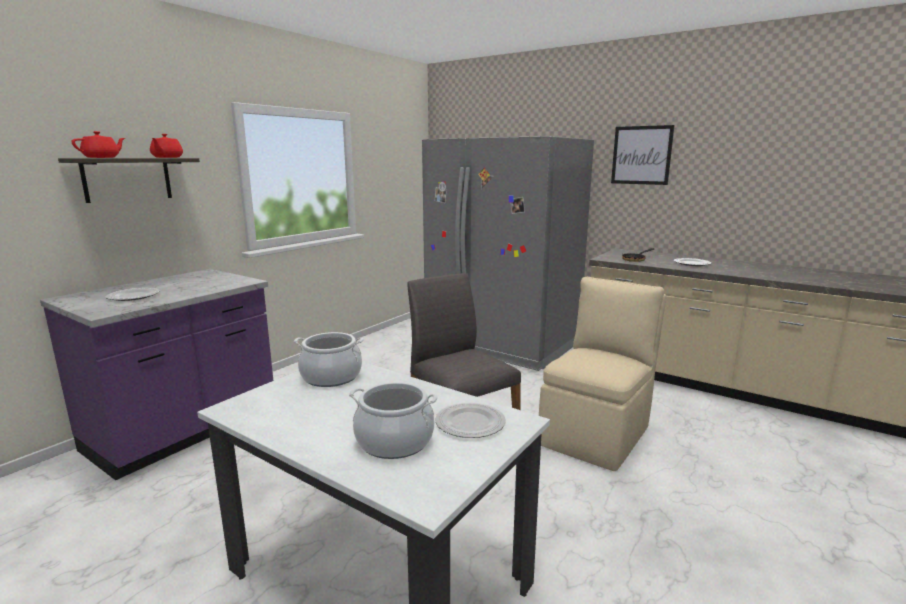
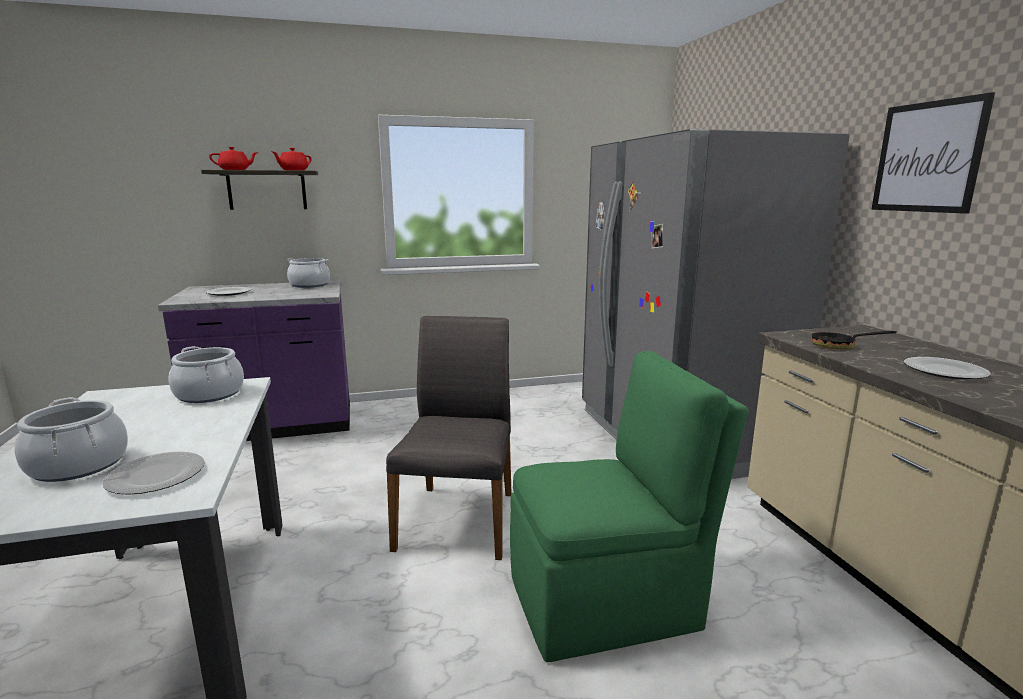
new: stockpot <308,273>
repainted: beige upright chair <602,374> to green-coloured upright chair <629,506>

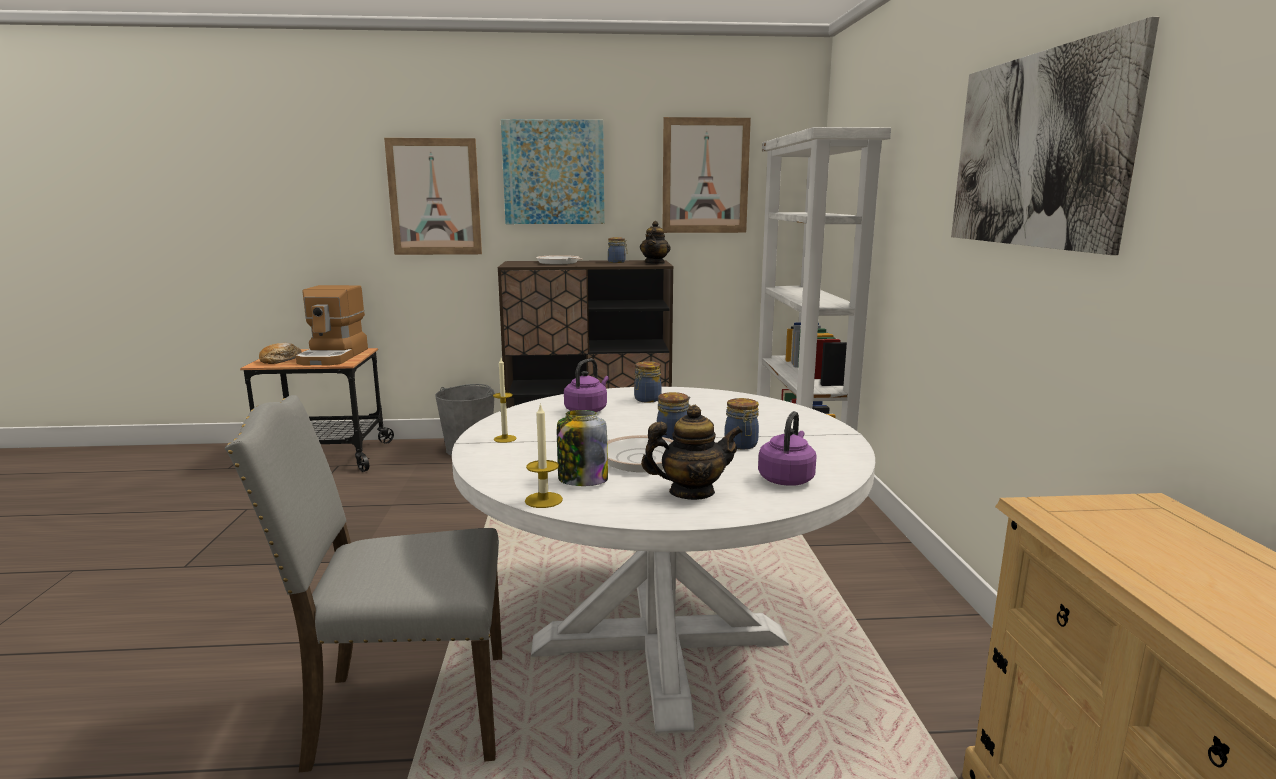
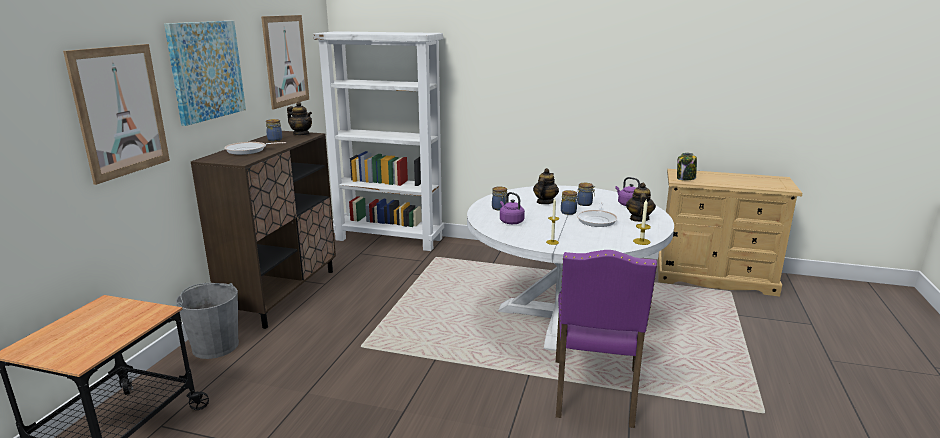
gone: wall picture <1055,136>; coffee brewer <332,325>; baked bread <280,353>
new: teapot <546,186>
shifted: storage jar <582,448> to <687,167>
repainted: gray upright chair <363,583> to purple-coloured upright chair <606,339>

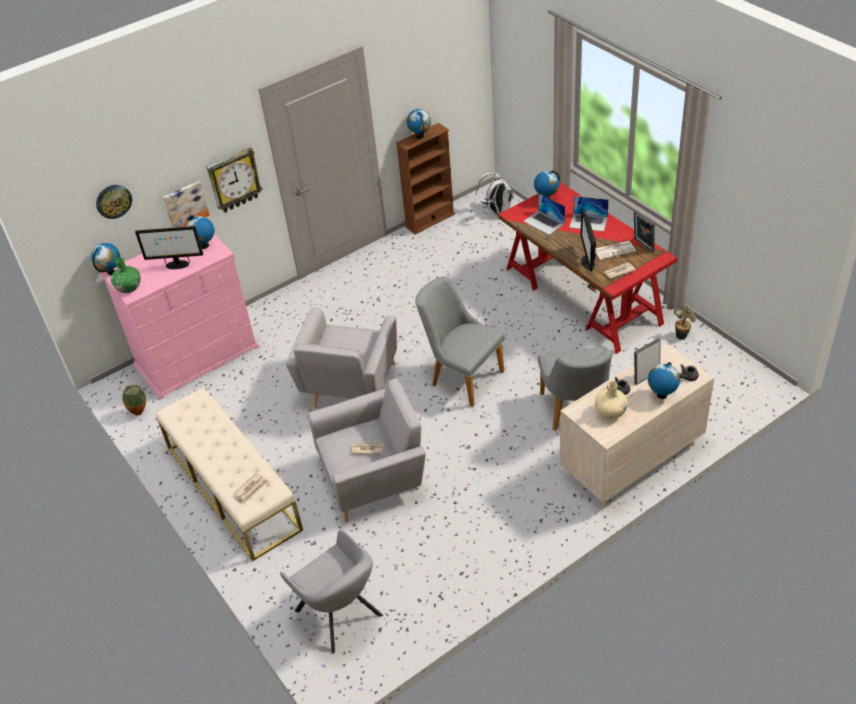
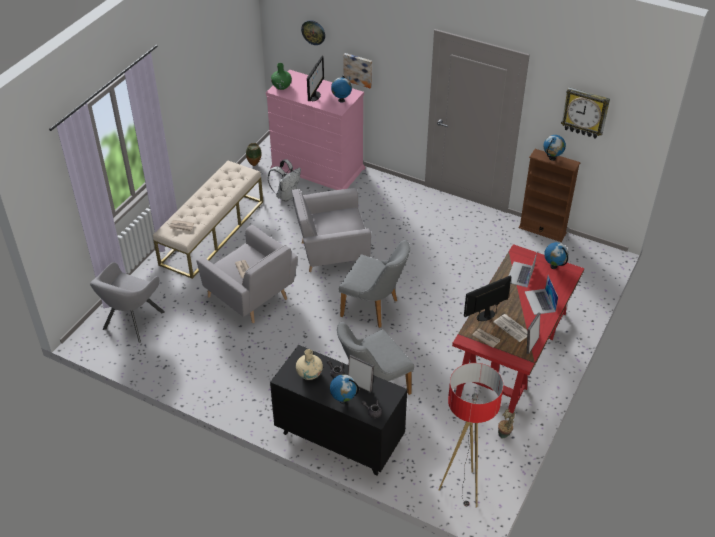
gone: desk globe <105,259>
new: floor lamp <471,435>
shifted: clock on the wall <234,180> to <585,113>; whitish backpack <495,194> to <284,180>
repainted: beige chest of drawers <637,425> to black-coloured chest of drawers <338,410>
rotated: monitor <169,247> = <315,78> 135 degrees counterclockwise; gray upright chair <460,341> = <374,284> 105 degrees clockwise

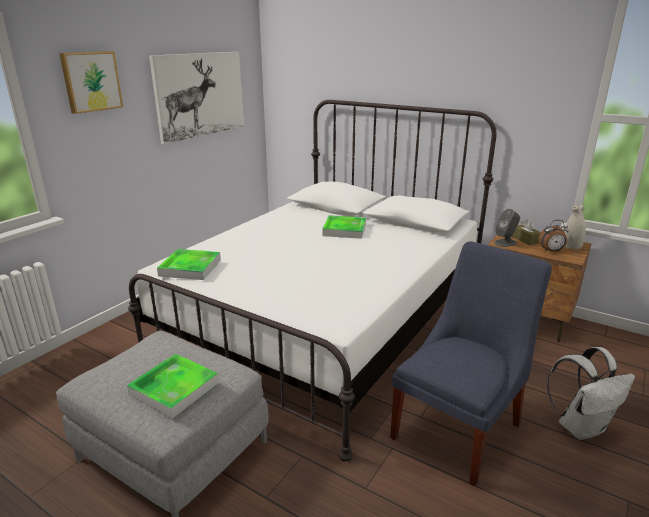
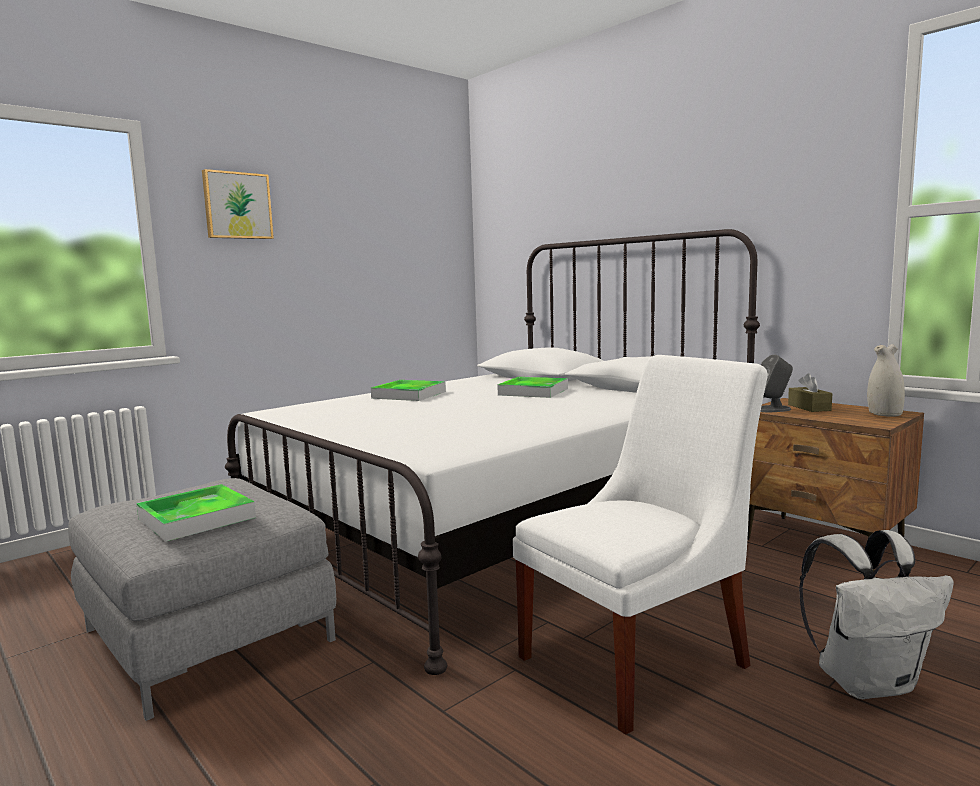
gone: wall picture <196,98>; alarm clock <554,236>
shifted: carrying tray <189,264> to <408,390>
repainted: bluish upright chair <471,364> to whitish upright chair <640,545>

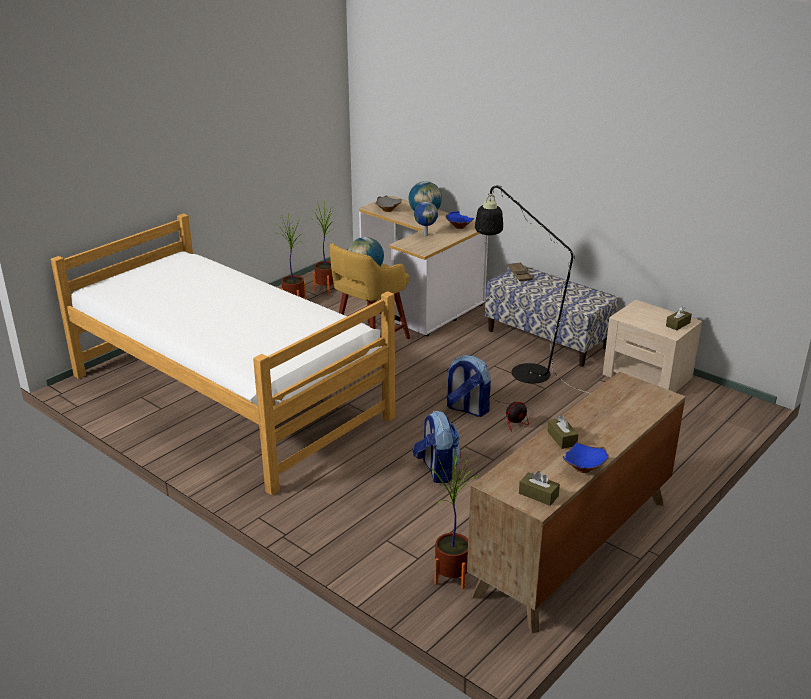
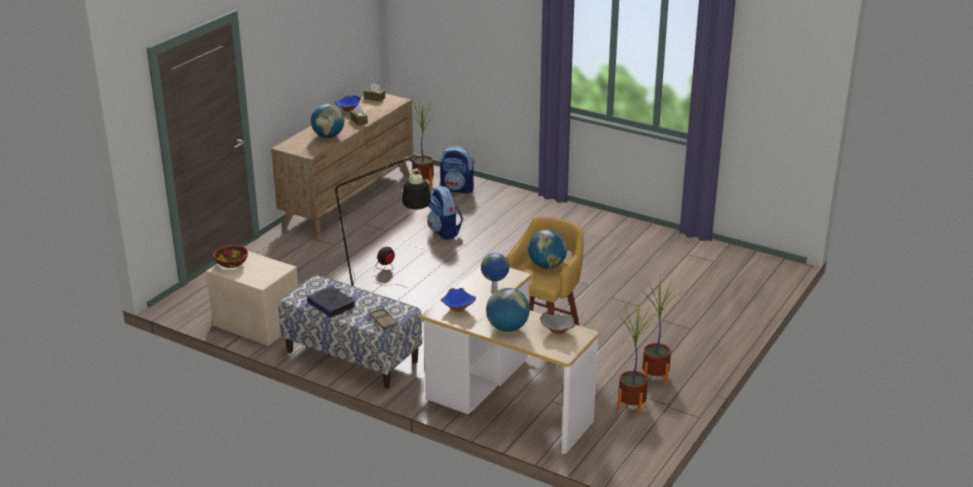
gone: bedroom bed <223,354>
new: desk globe <328,121>; book <331,302>
shifted: backpack <468,386> to <457,170>
swapped: brown box of tissues <679,318> to bowl <231,256>

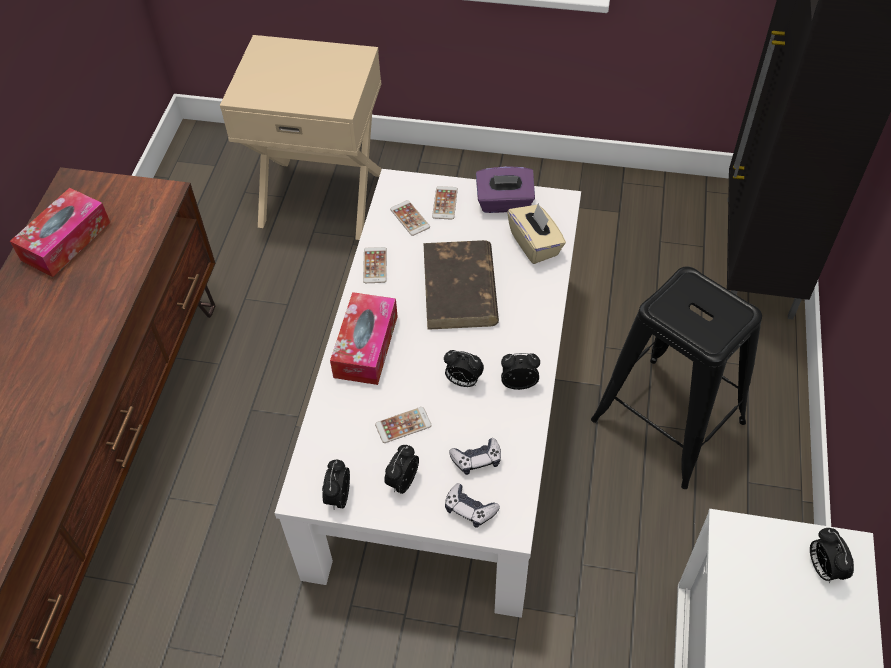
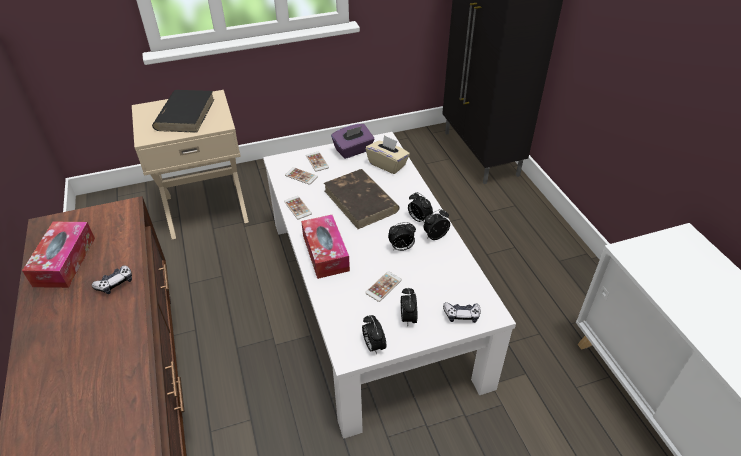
gone: black-coloured stool <676,377>
new: black-coloured book <183,111>
shifted: joypad <475,456> to <112,279>; alarm clock <832,556> to <420,207>

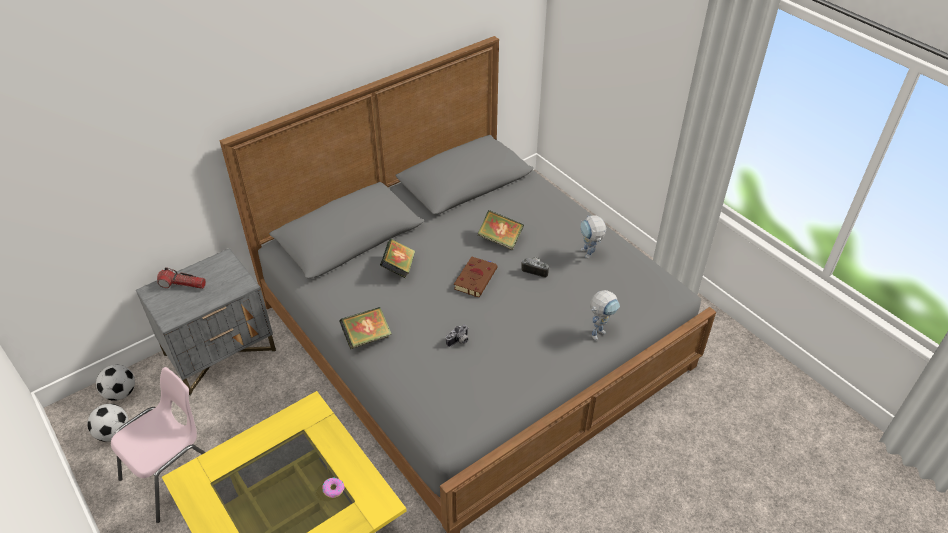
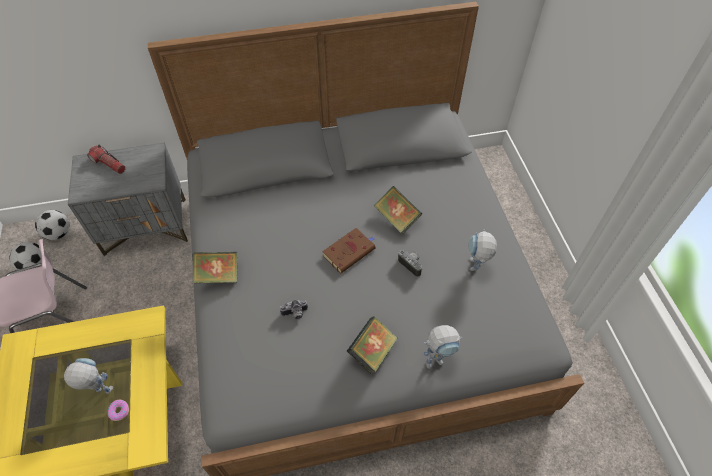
new: model robot <88,376>
shifted: book <397,258> to <372,345>

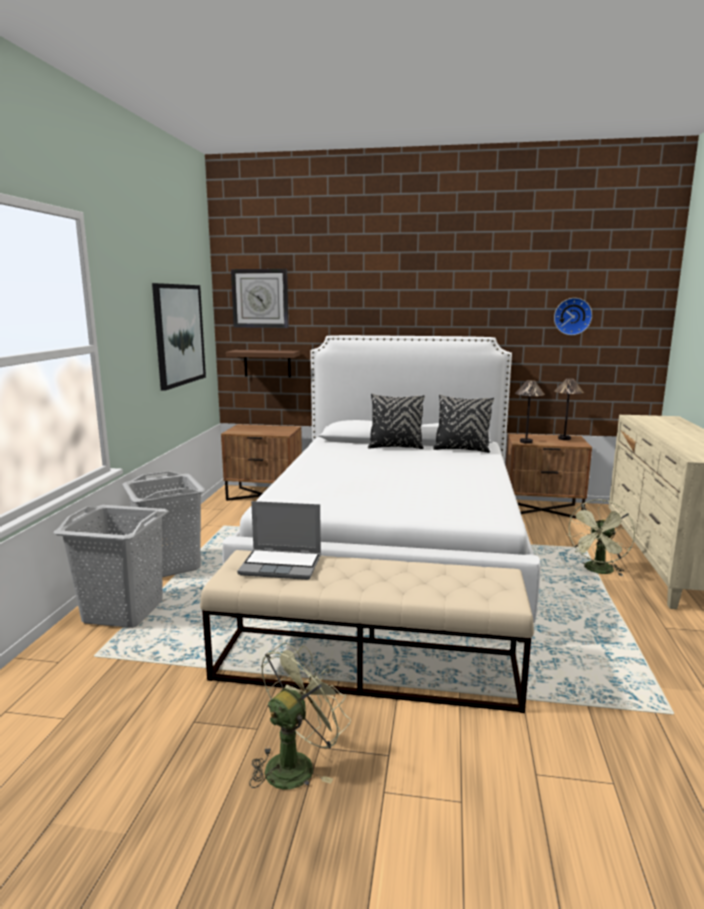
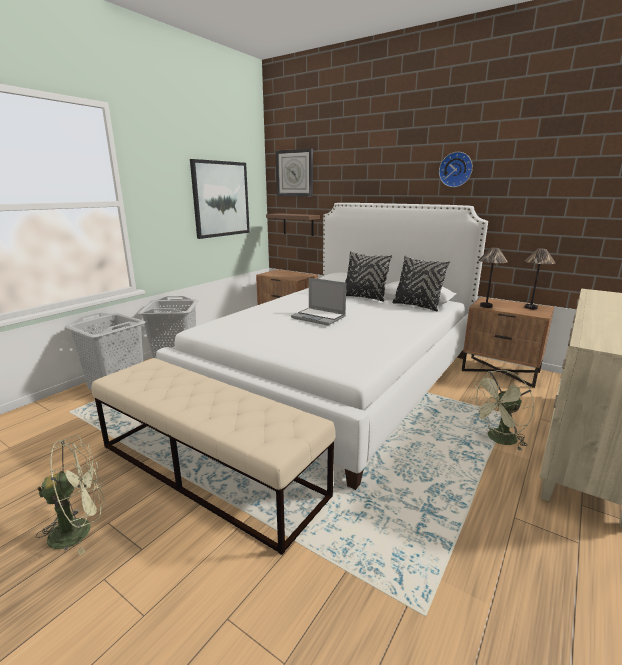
shifted: clock on the wall <573,316> to <456,169>; notebook computer <279,540> to <318,301>

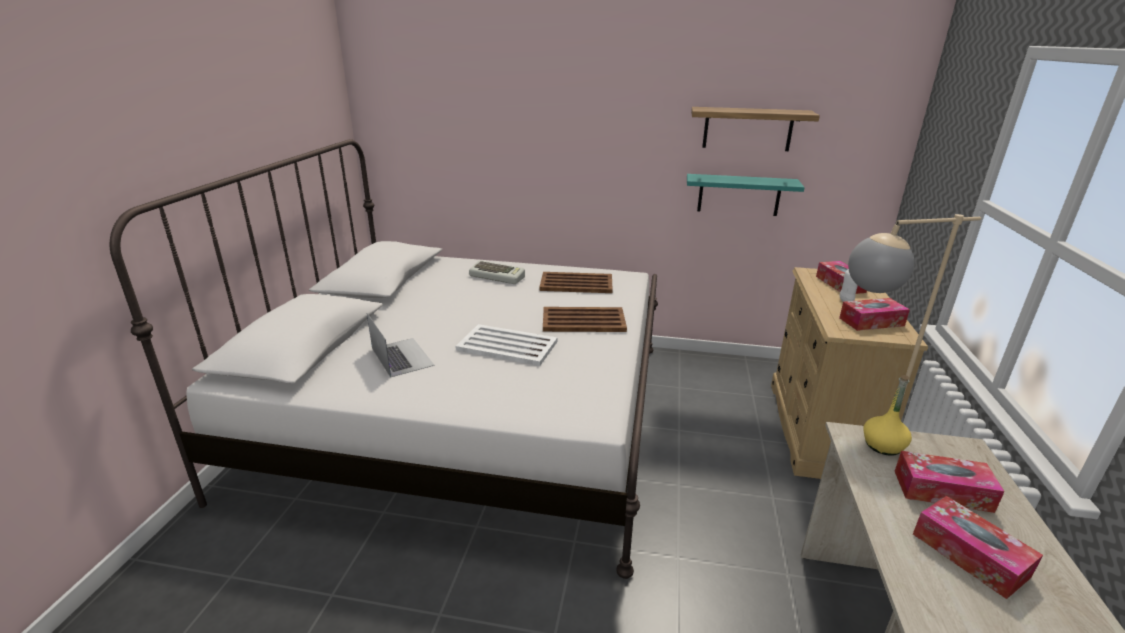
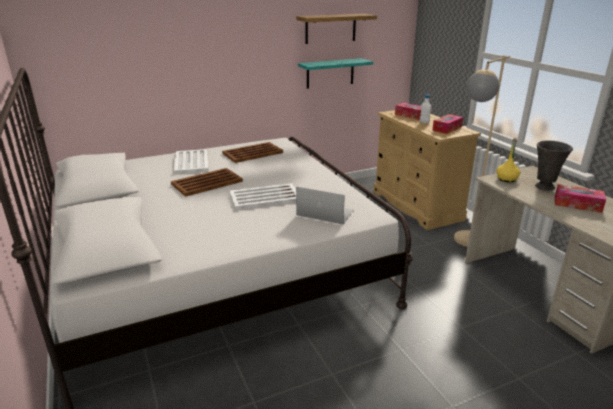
shifted: brown carrying tray <585,319> to <207,182>; notebook computer <401,345> to <325,205>
swapped: computer keyboard <497,272> to whitish carrying tray <191,161>; box of tissues <950,482> to gray decorative vase <554,165>

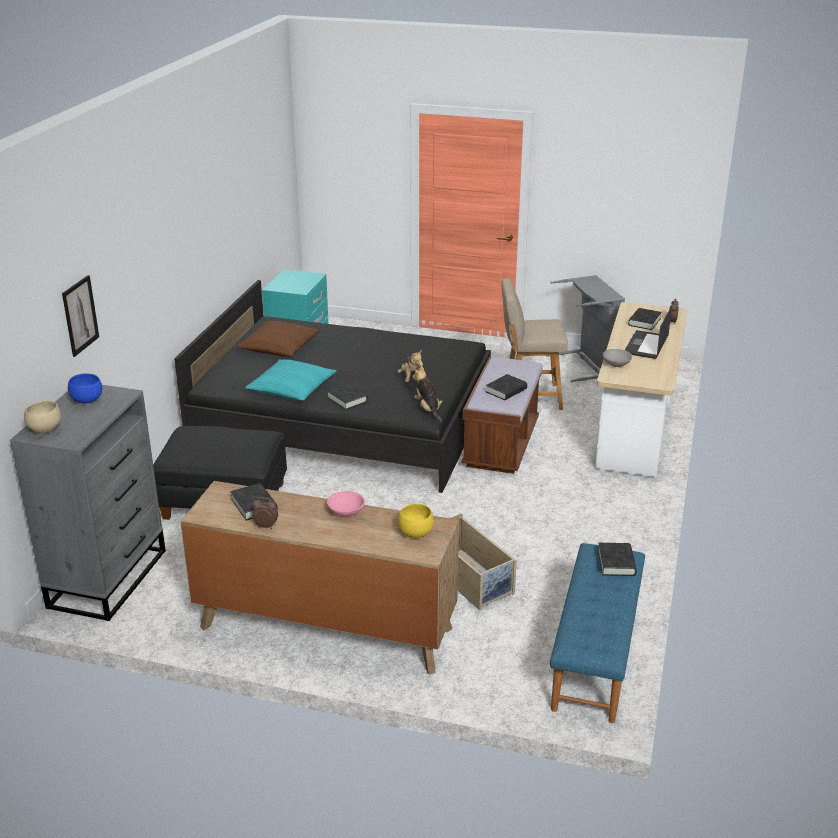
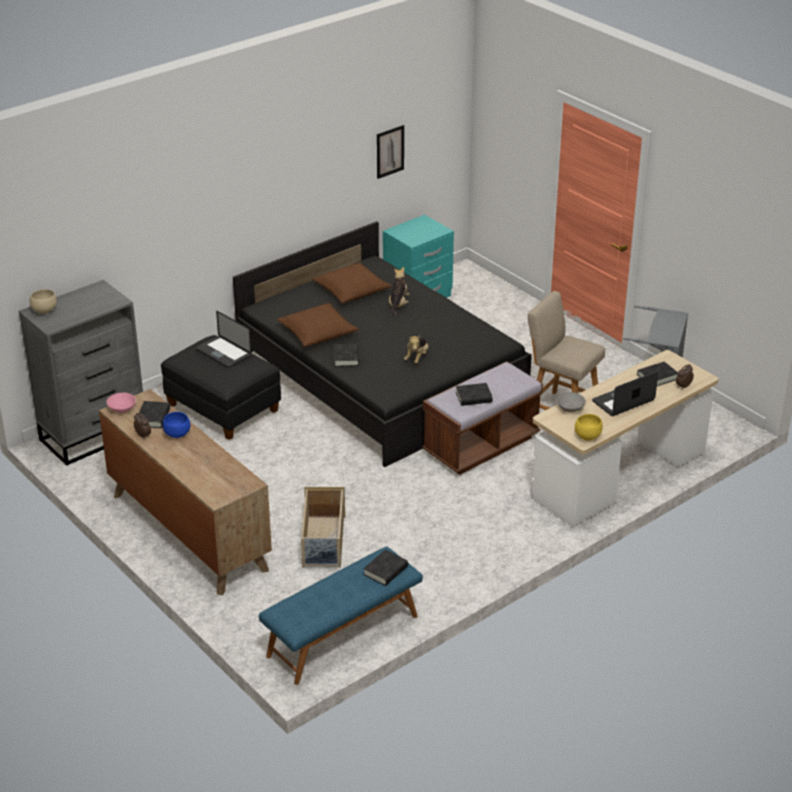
new: notebook computer <223,339>
shifted: wall picture <80,316> to <390,152>; soft toy <427,394> to <399,292>; bluish bowl <85,388> to <177,425>; pink-coloured bowl <346,504> to <121,403>; yellowish bowl <416,521> to <589,427>
repainted: blue-green pillow <291,380> to brown pillow <318,325>

